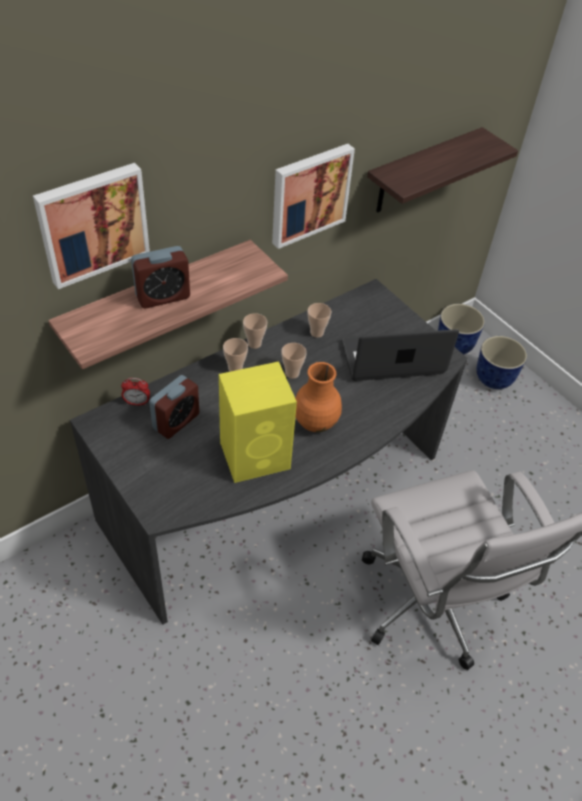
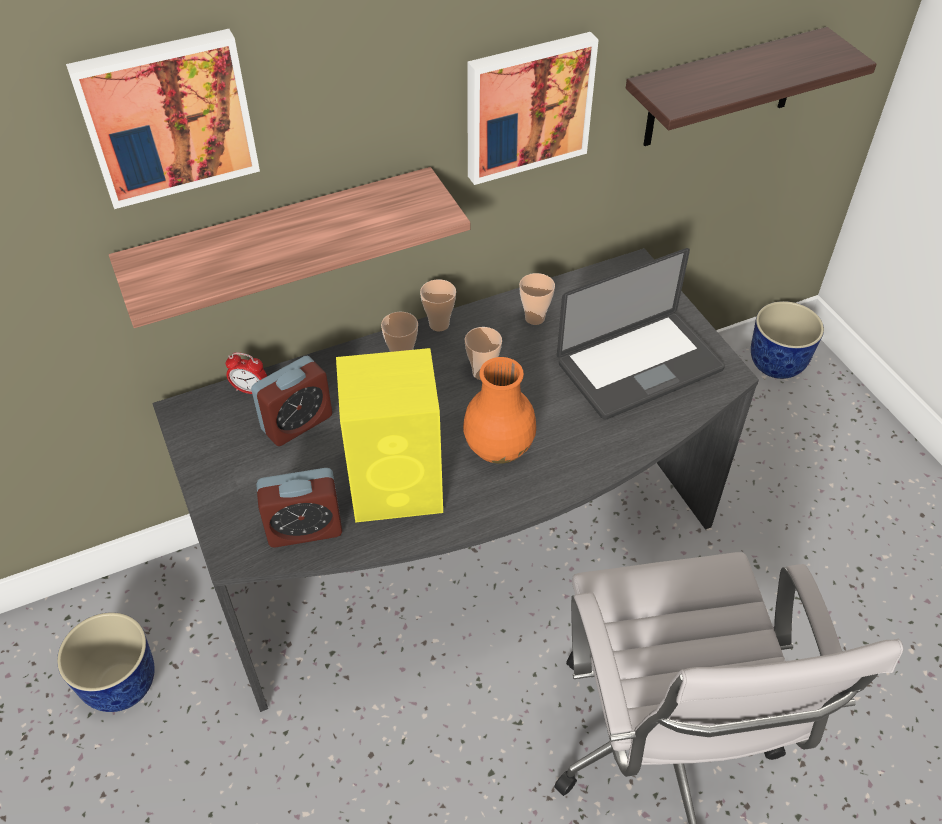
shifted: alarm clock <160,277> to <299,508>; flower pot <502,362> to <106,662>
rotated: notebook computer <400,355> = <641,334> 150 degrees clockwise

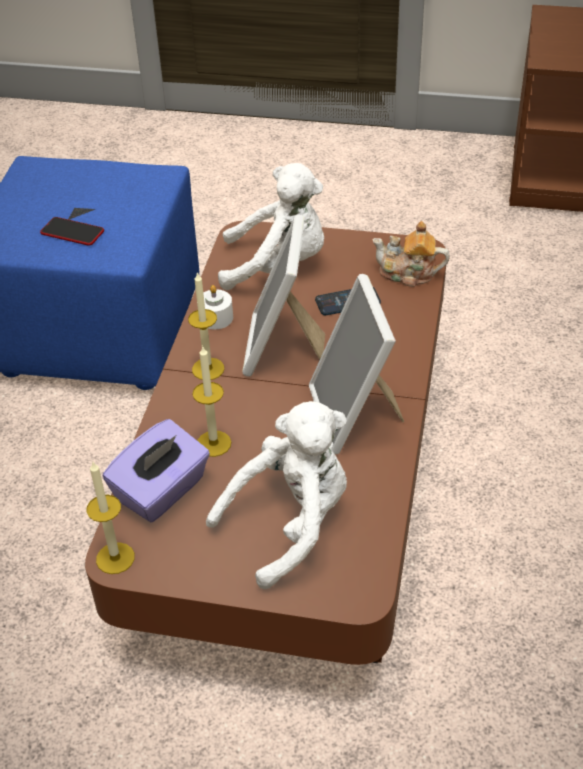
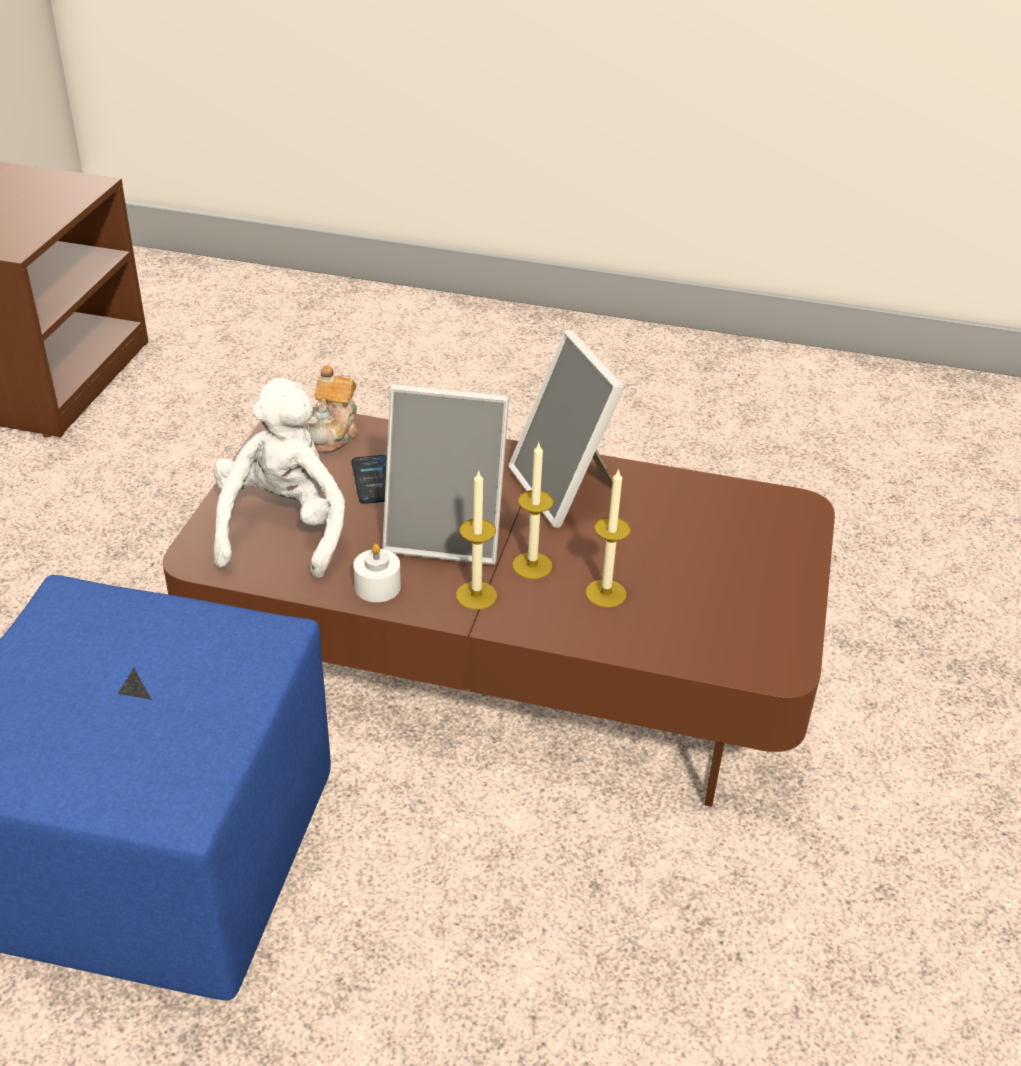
gone: phone <72,231>; whitish soft toy <276,495>; purple-coloured box of tissues <156,470>
shifted: wax candle <110,518> to <532,511>
rotated: standing frame <356,364> = <567,429> 75 degrees clockwise

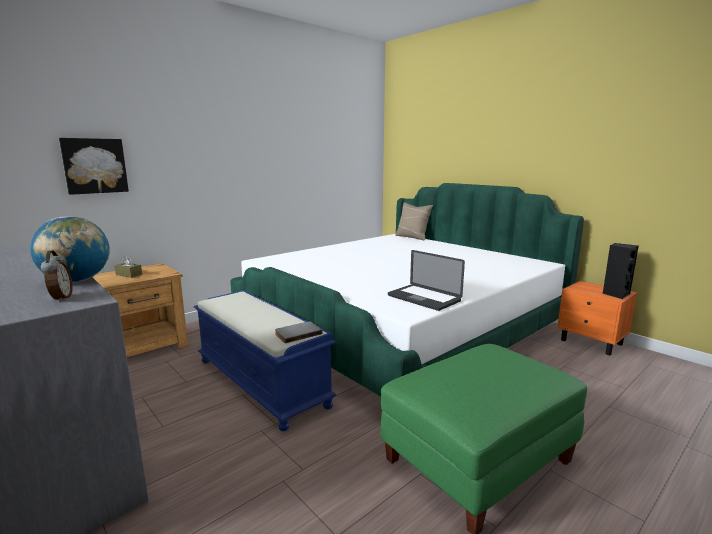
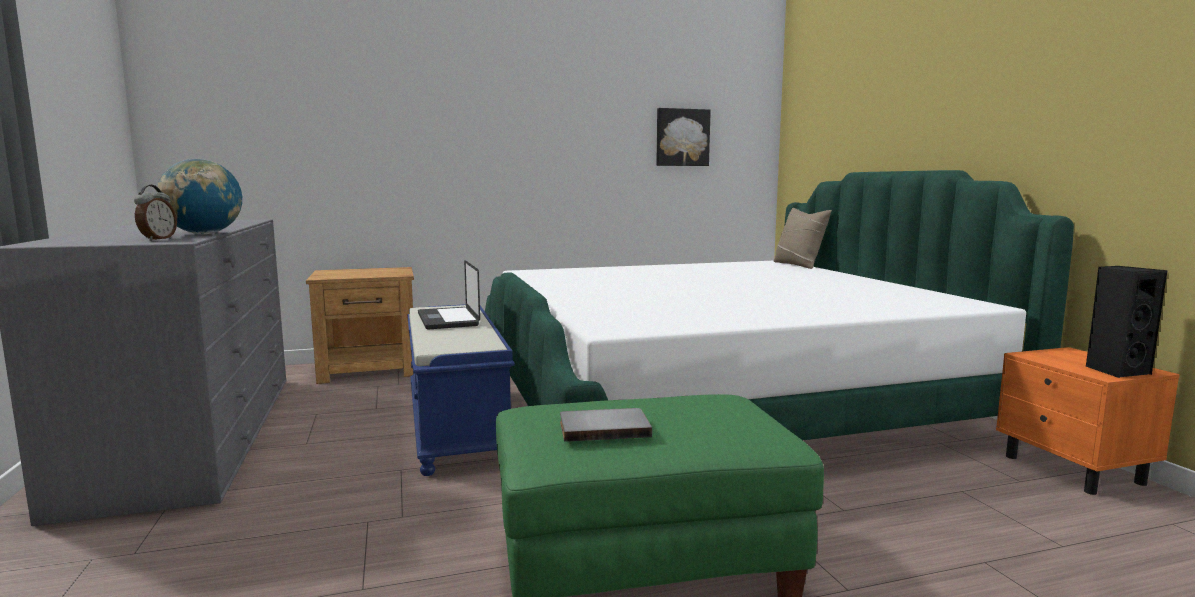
gone: brown box of tissues <128,267>
shifted: wall picture <94,166> to <683,137>; notebook computer <426,280> to <449,295>; gray book <298,332> to <606,425>

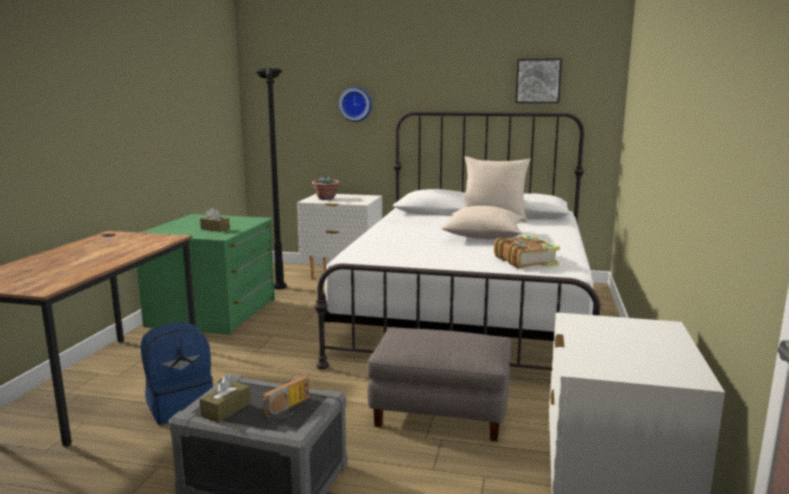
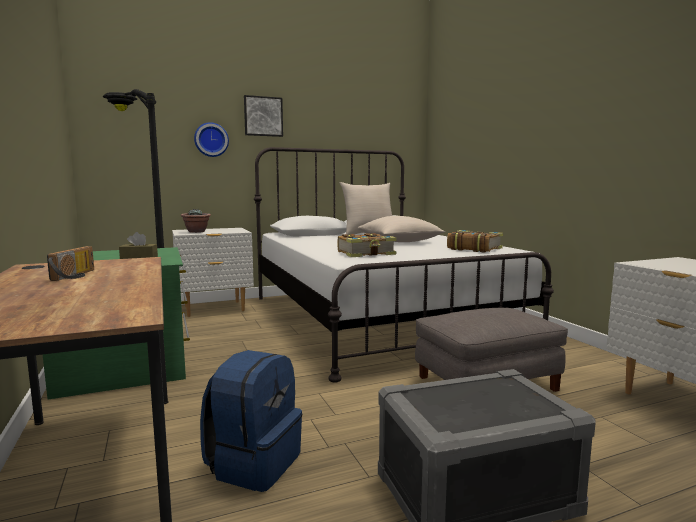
gone: brown box of tissues <225,398>
new: book <367,245>
shifted: wall picture <538,80> to <263,116>; radio <285,397> to <70,263>

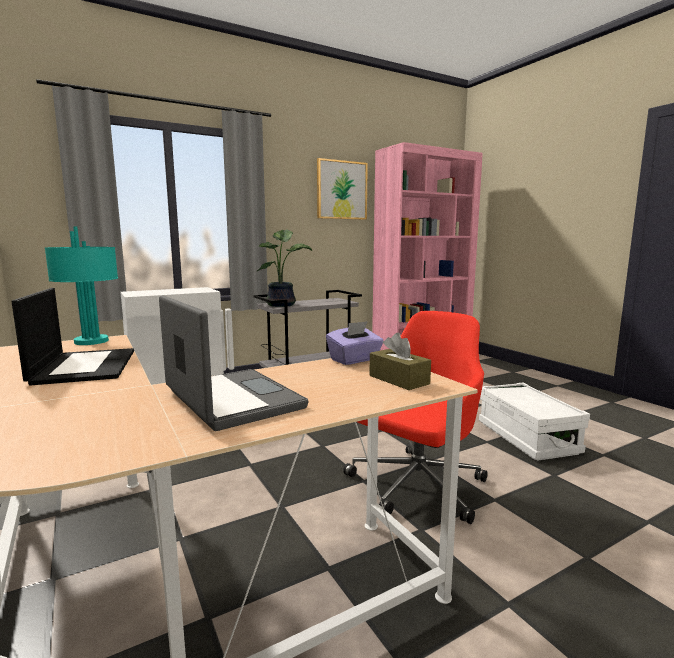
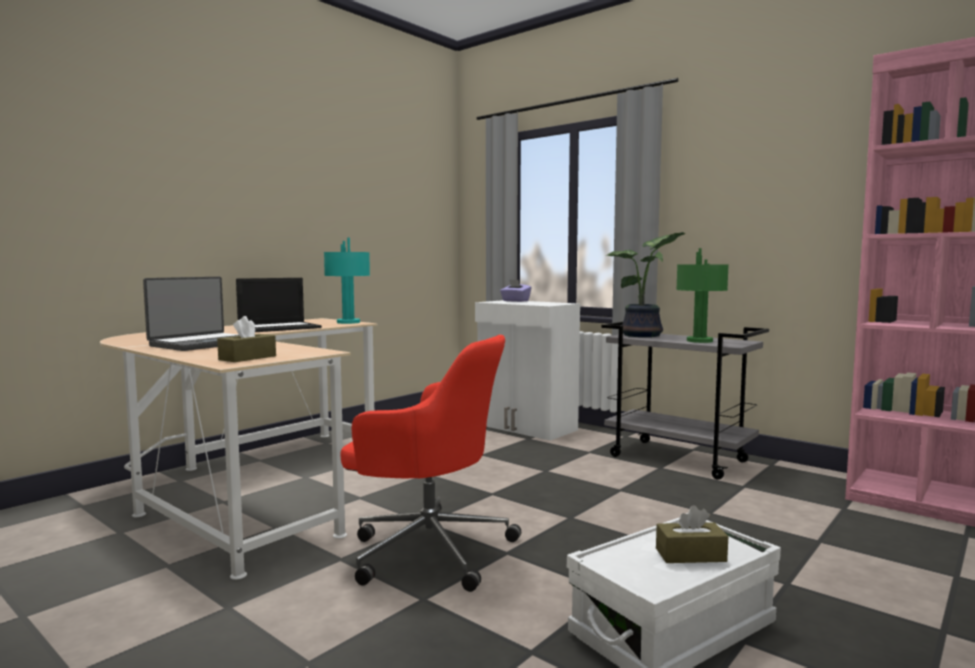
gone: wall picture <342,189>
new: green-coloured table lamp <702,295>; brown box of tissues <692,534>
shifted: purple-coloured box of tissues <354,343> to <516,290>

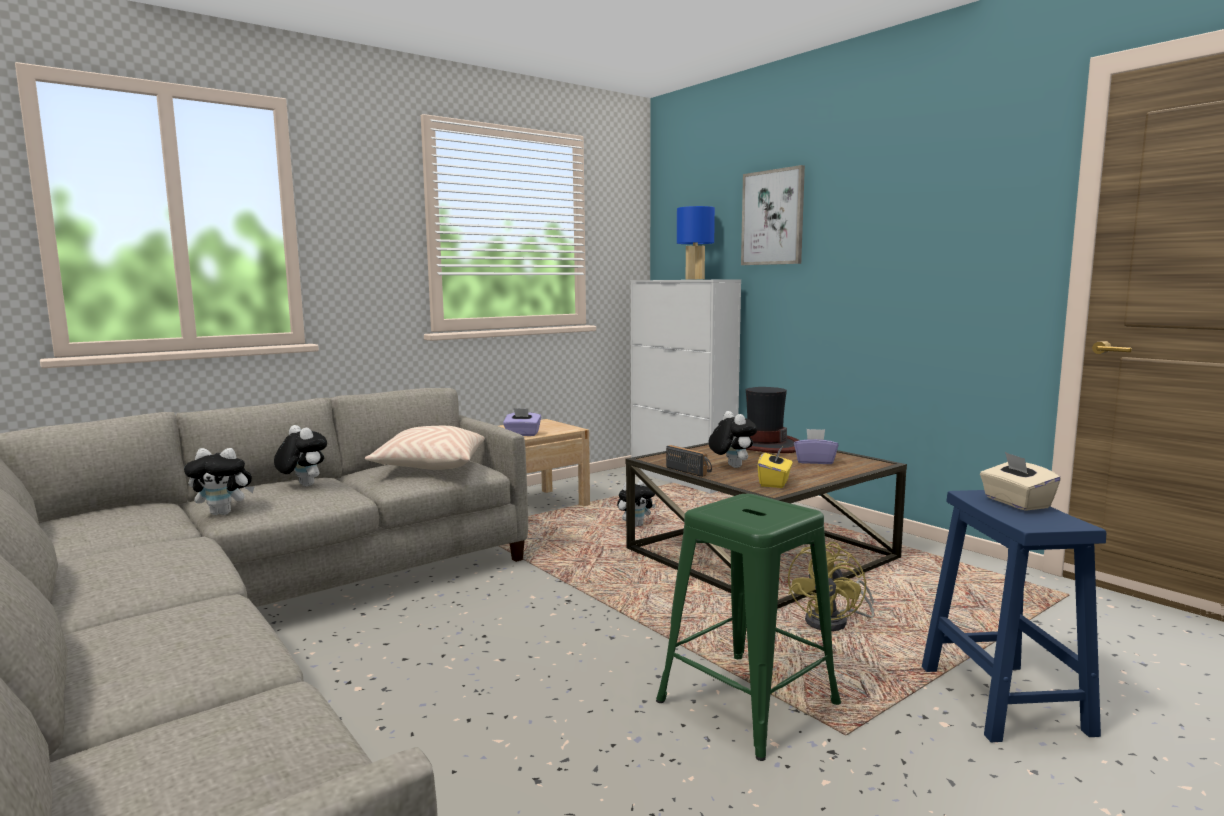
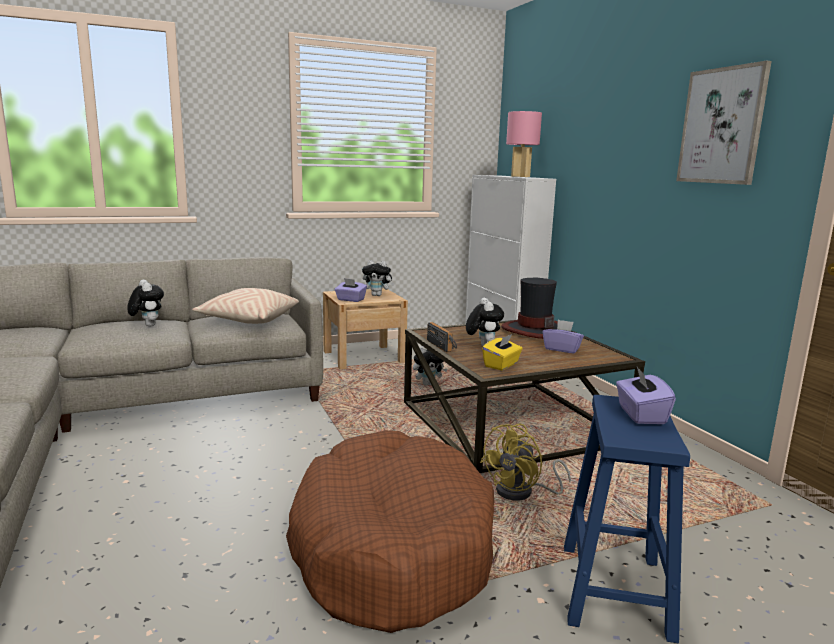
shifted: wall picture <773,215> to <724,123>; soft toy <219,481> to <378,278>
swapped: green-coloured stool <748,627> to brown dog bed <390,531>
repainted: bluish table lamp <696,242> to pink-coloured table lamp <524,144>; beige box of tissues <1020,481> to purple-coloured box of tissues <646,395>

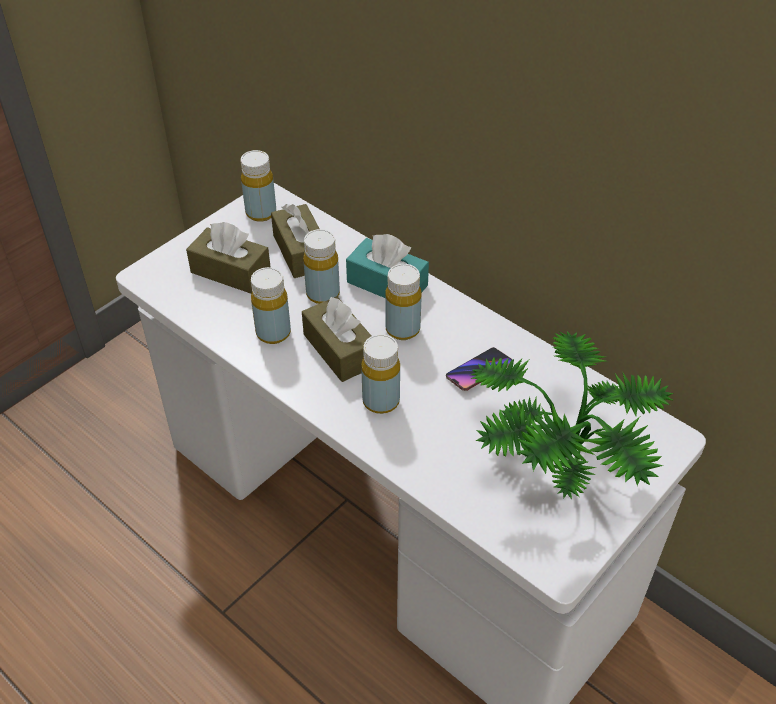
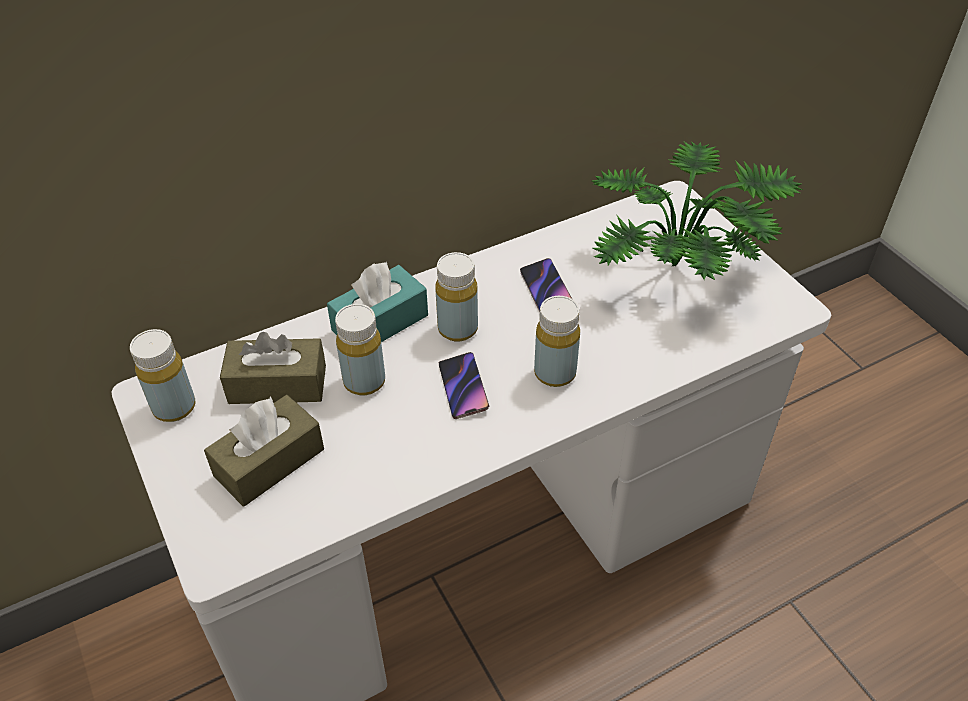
gone: yellowish bottle <271,305>
swapped: brown box of tissues <336,339> to phone <464,385>

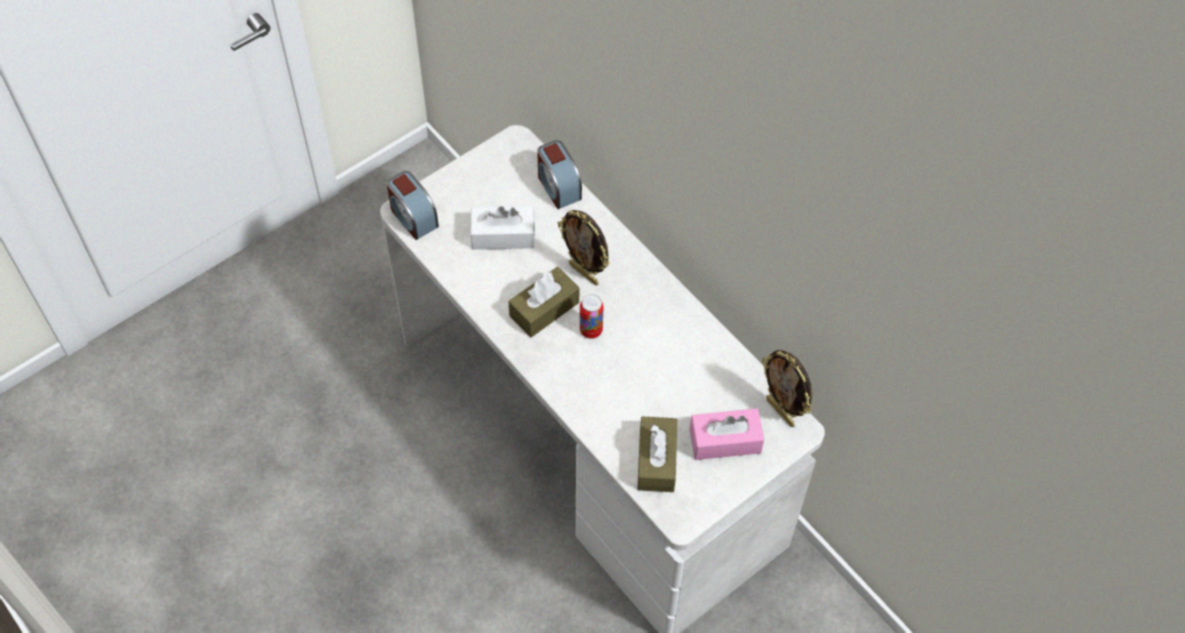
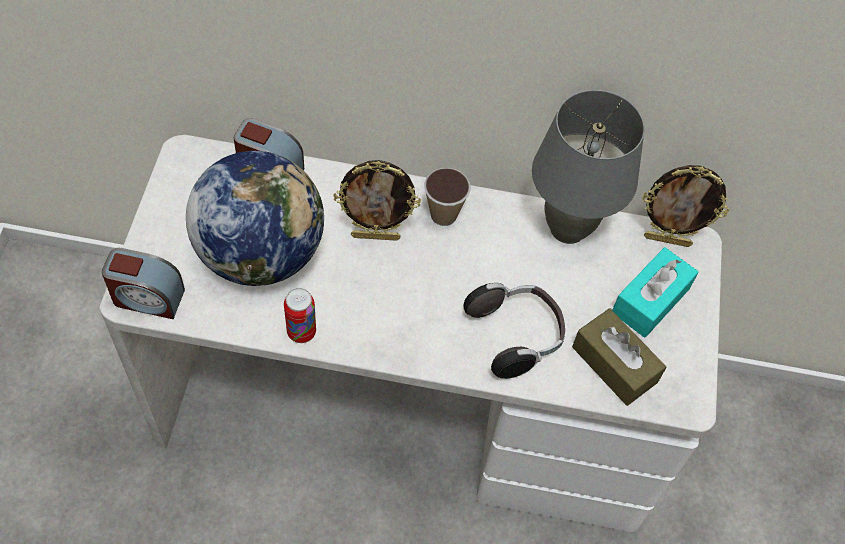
gone: brown box of tissues <544,302>
new: gray table lamp <588,167>; cup <447,197>; pair of headphones <514,331>
shifted: sealed can <591,316> to <300,315>
swapped: whitish box of tissues <502,228> to desk globe <255,218>
repainted: pink-coloured box of tissues <727,434> to blue-green box of tissues <655,292>

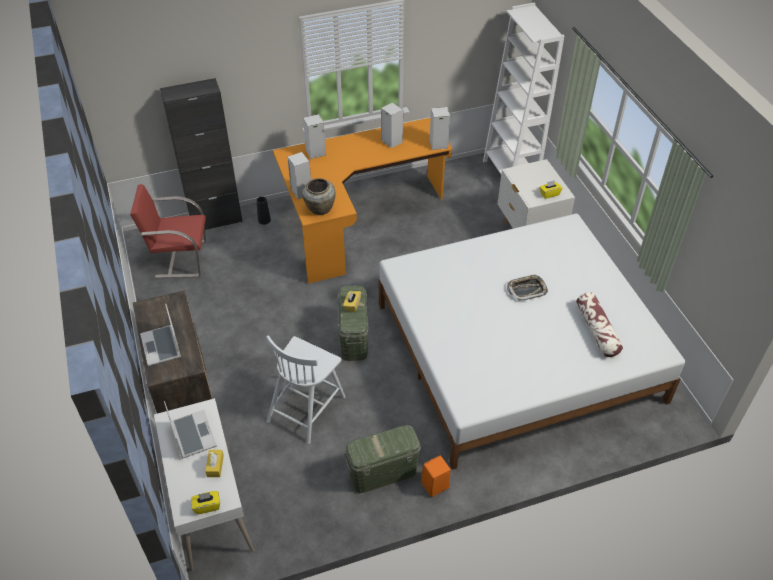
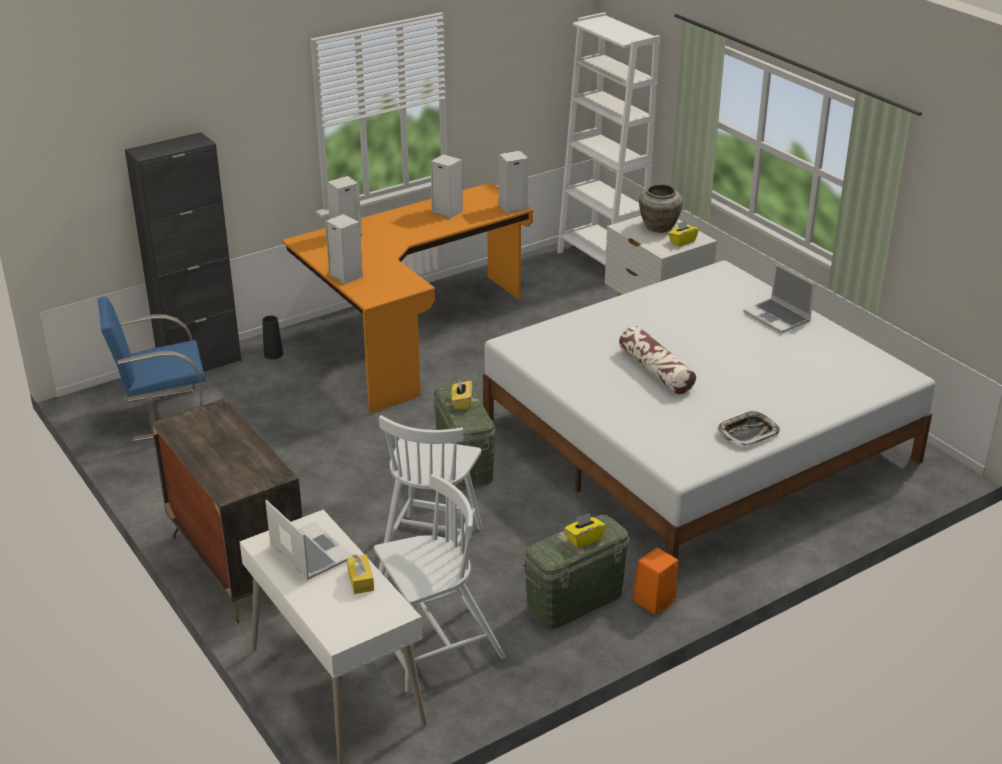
new: whitish upright chair <440,583>
shifted: beige decorative vase <319,196> to <661,208>; carrying tray <527,287> to <749,428>; pillow <599,324> to <657,360>; notebook computer <160,335> to <779,298>; yellowish box of tissues <205,502> to <585,530>
repainted: reddish upright chair <168,231> to bluish upright chair <151,368>

